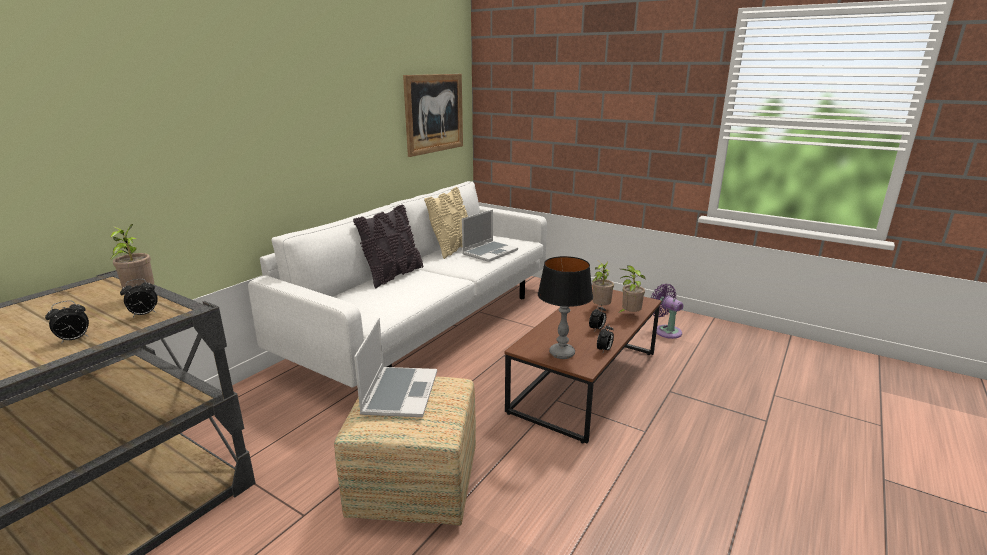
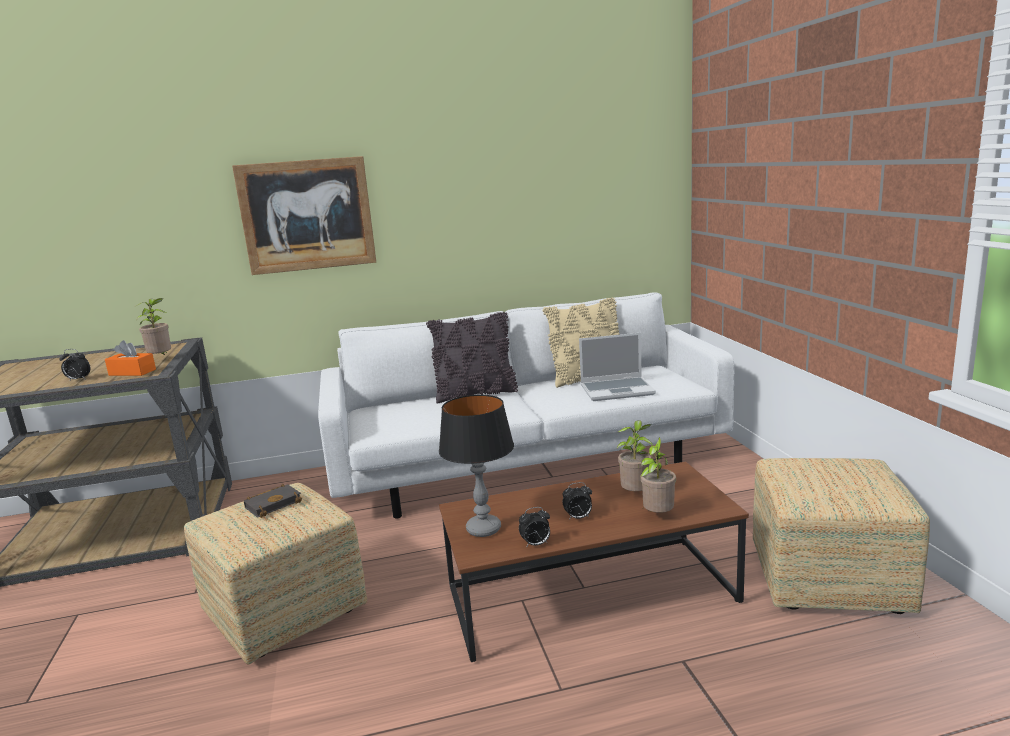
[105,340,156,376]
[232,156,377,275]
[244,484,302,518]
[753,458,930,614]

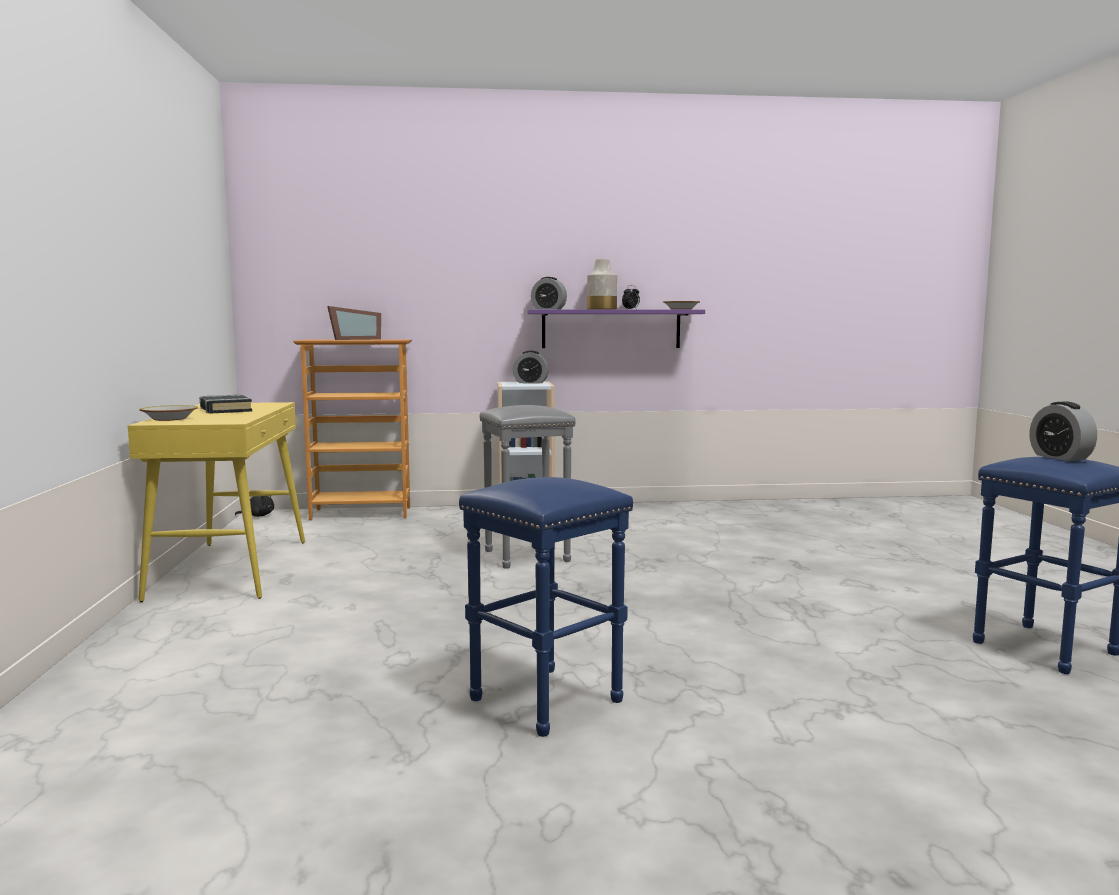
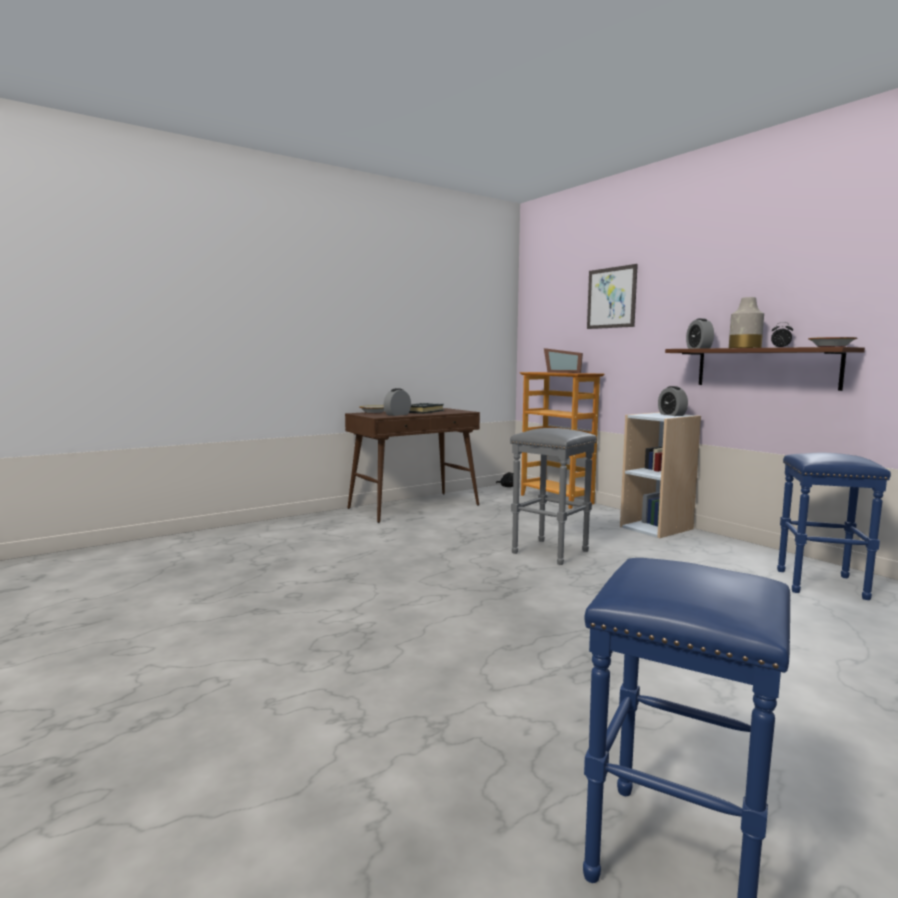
[345,408,480,523]
[384,388,411,416]
[587,264,638,329]
[665,347,865,391]
[777,453,891,600]

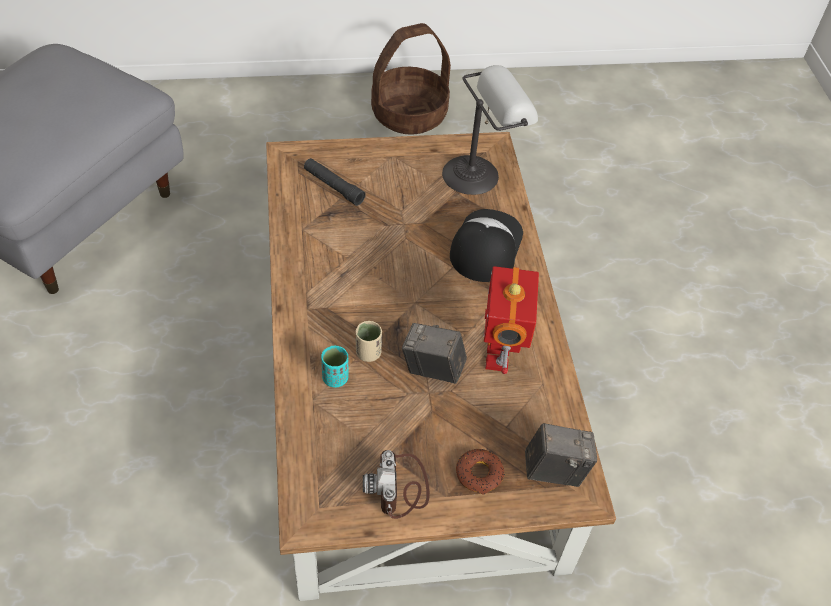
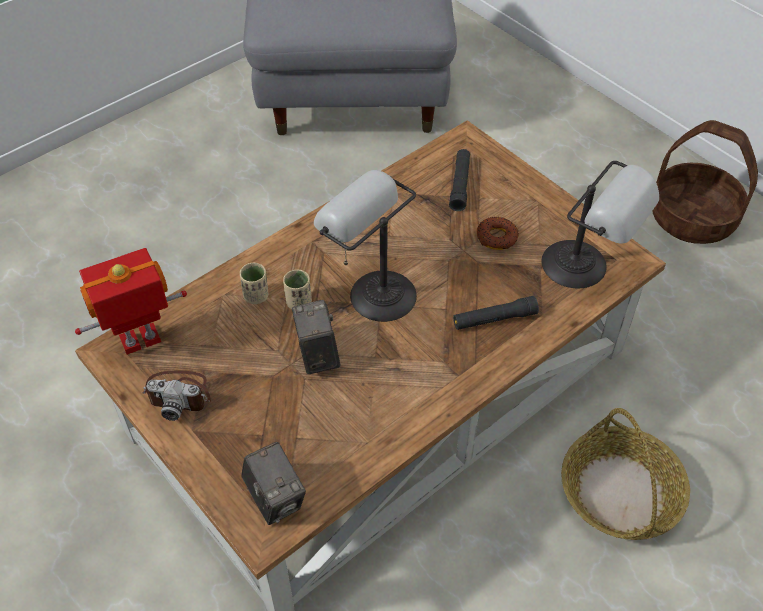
[75,248,187,355]
[142,370,211,421]
[240,263,268,304]
[314,170,417,322]
[453,296,539,330]
[477,217,519,250]
[561,408,690,540]

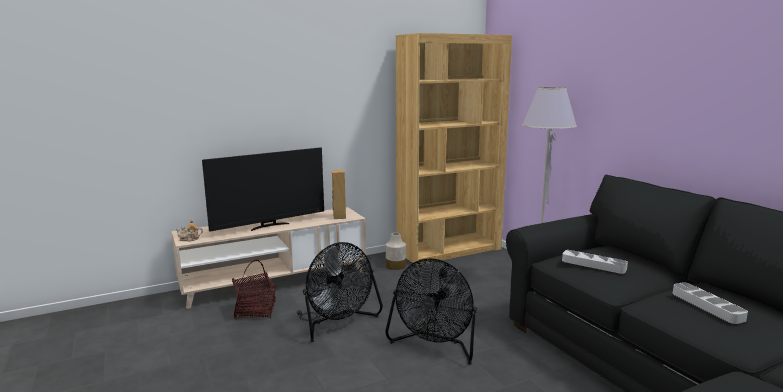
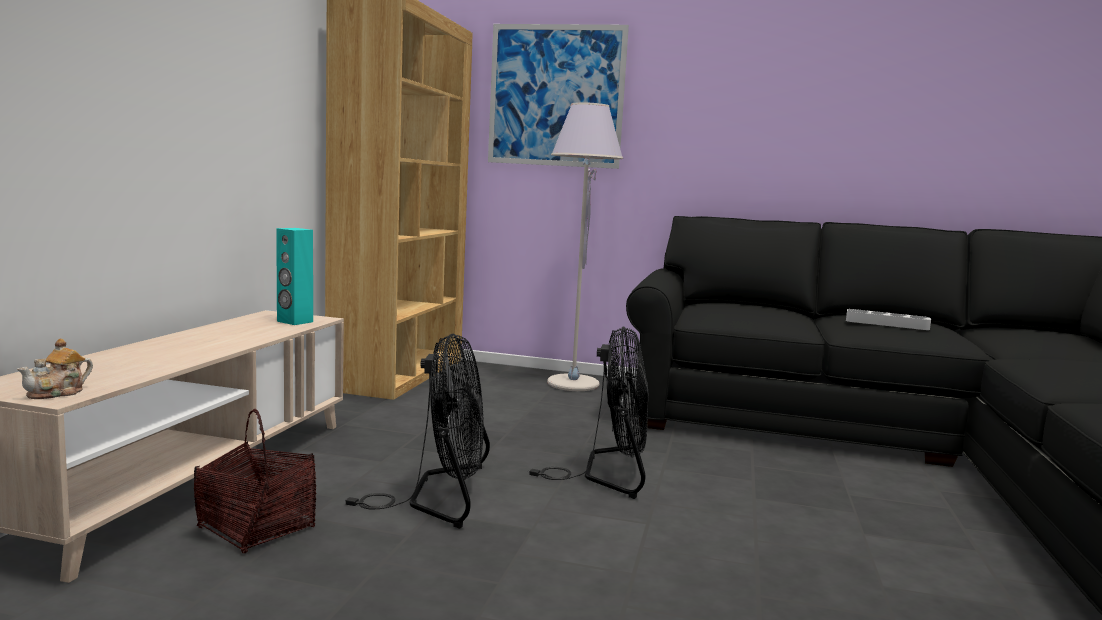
[276,228,313,325]
[488,24,629,169]
[528,326,649,499]
[202,147,324,231] (first image)
[386,233,406,270] (first image)
[562,250,628,274] (first image)

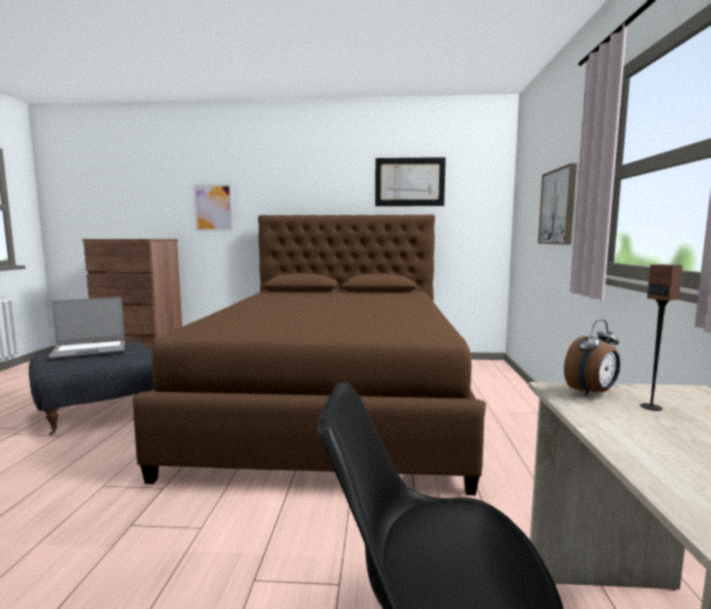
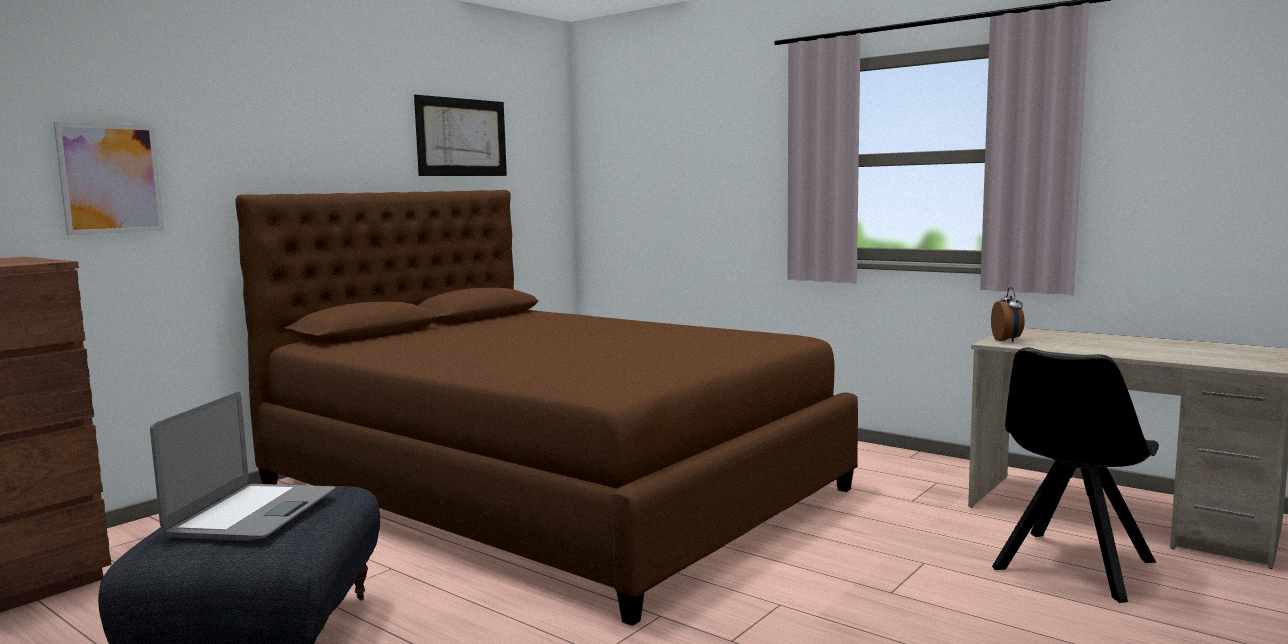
[538,163,577,245] (first image)
[640,264,683,411] (first image)

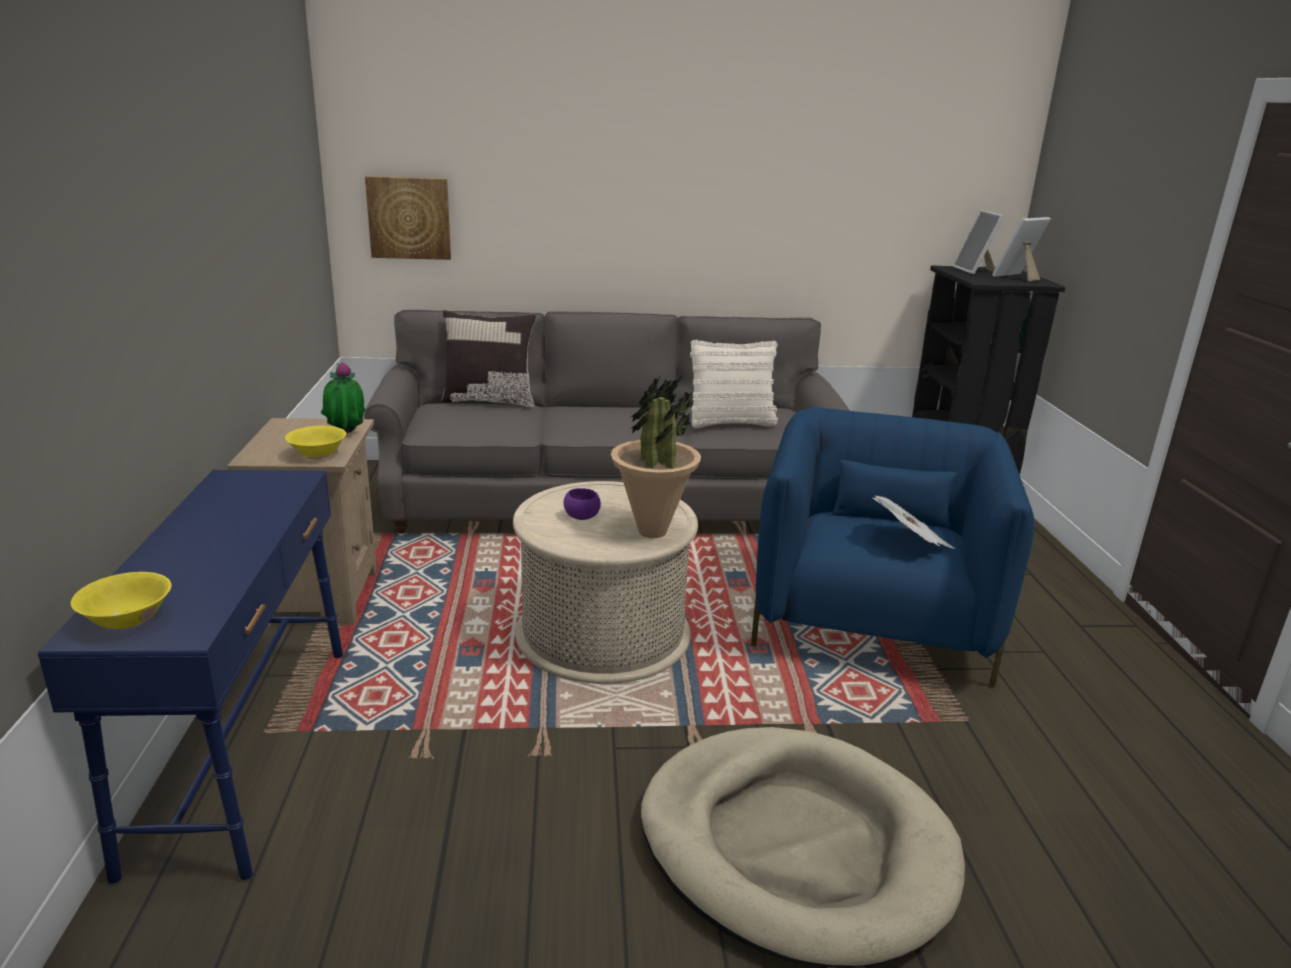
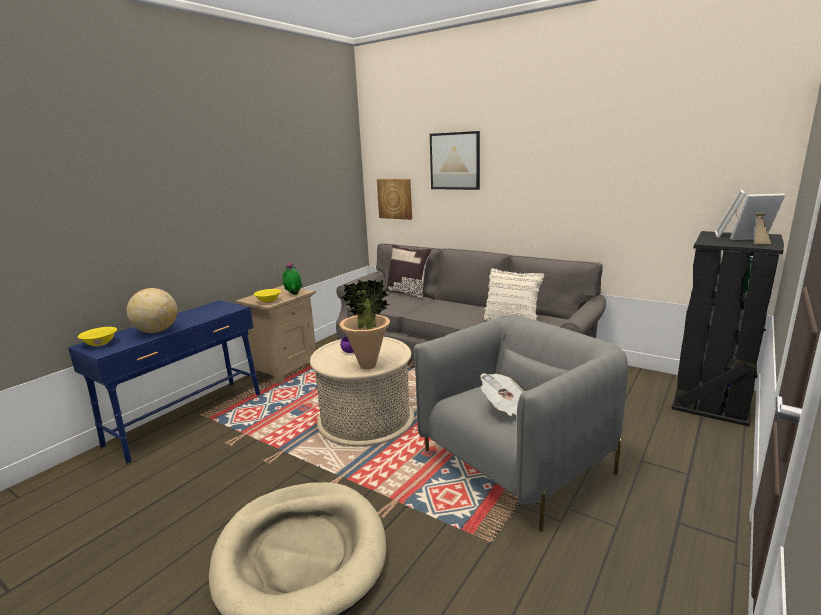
[126,288,177,333]
[414,314,628,532]
[430,131,480,190]

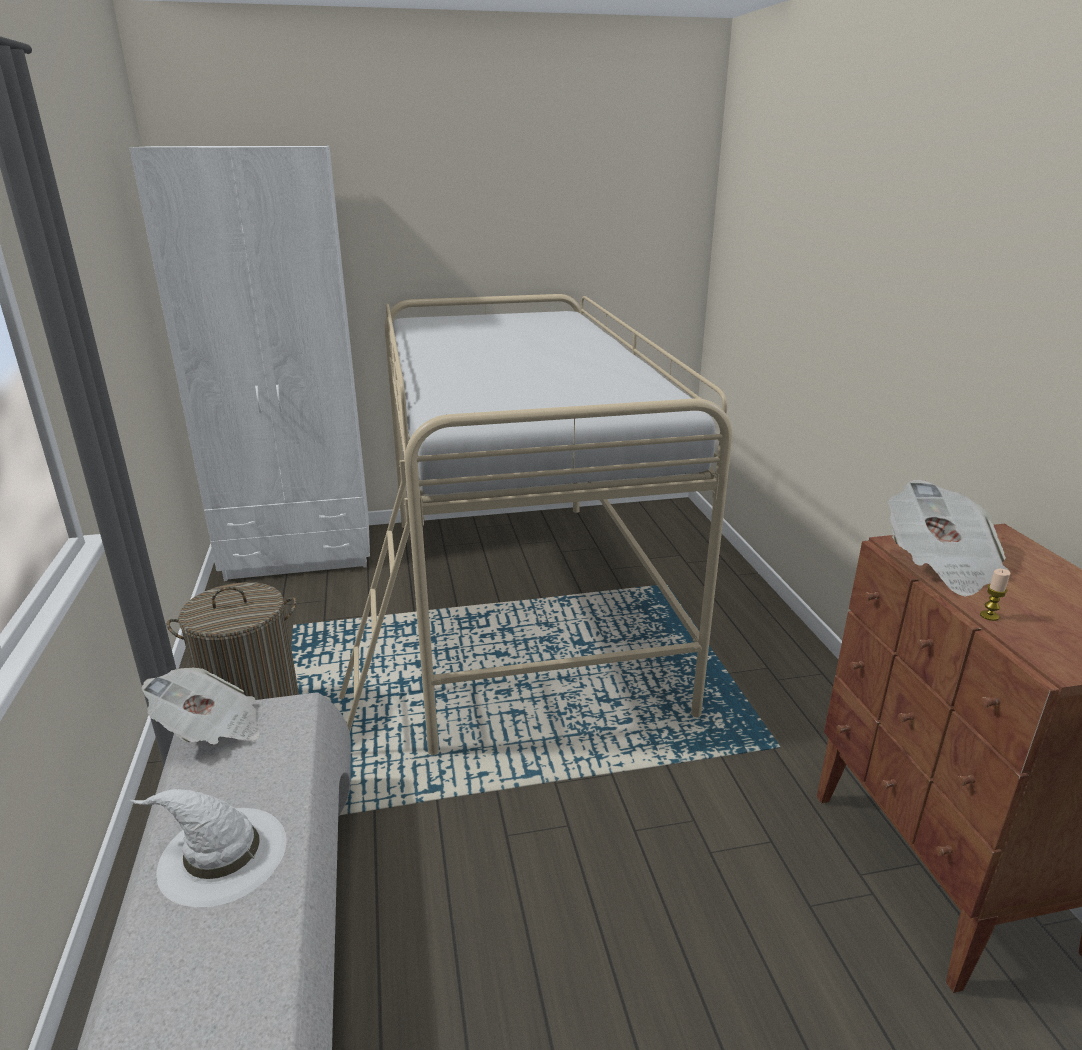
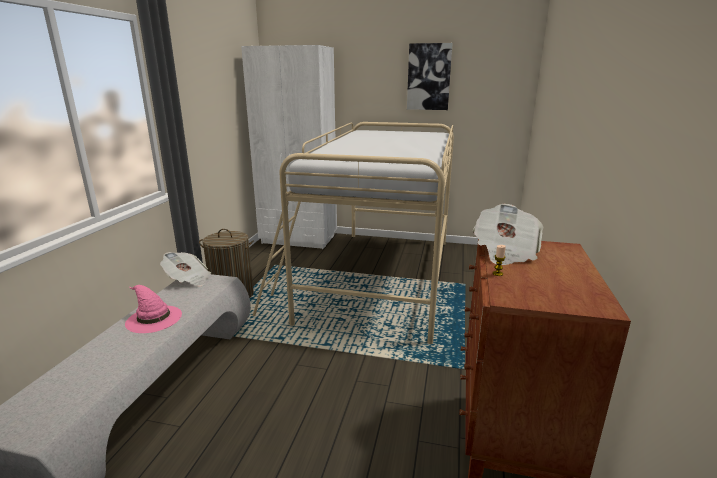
[125,285,182,333]
[407,43,453,110]

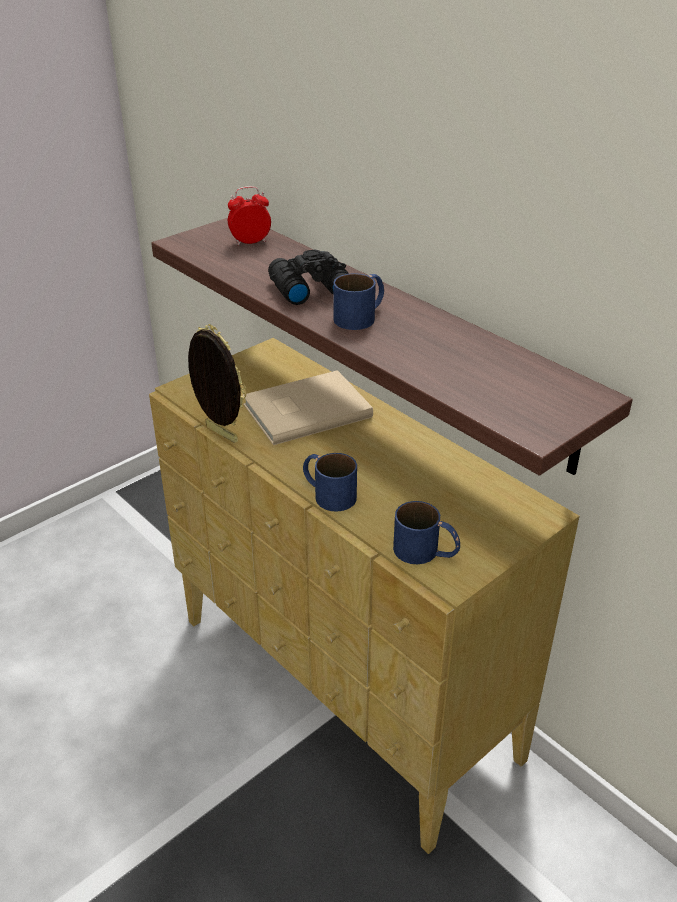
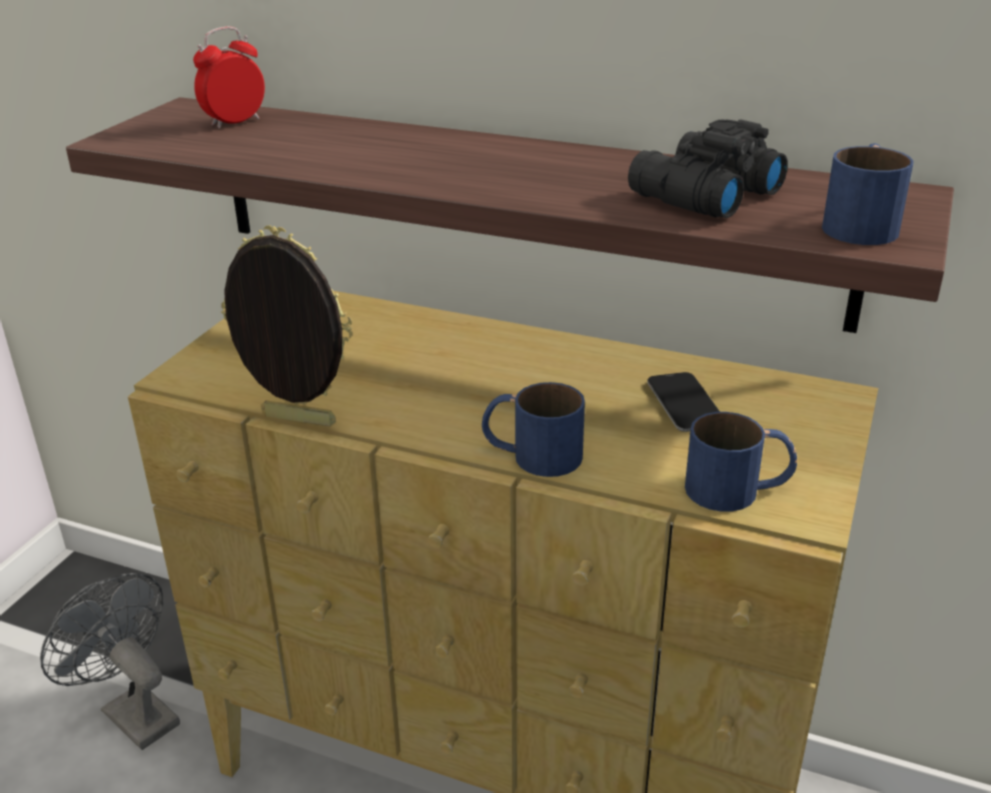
[40,573,180,750]
[628,120,788,218]
[648,372,720,432]
[822,143,914,245]
[243,370,373,445] (first image)

